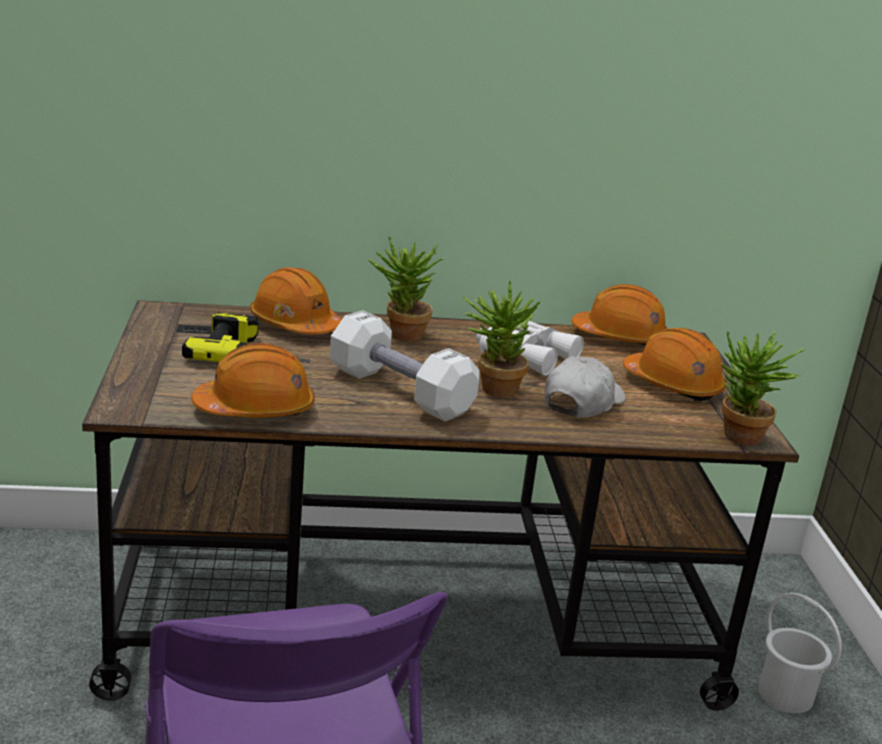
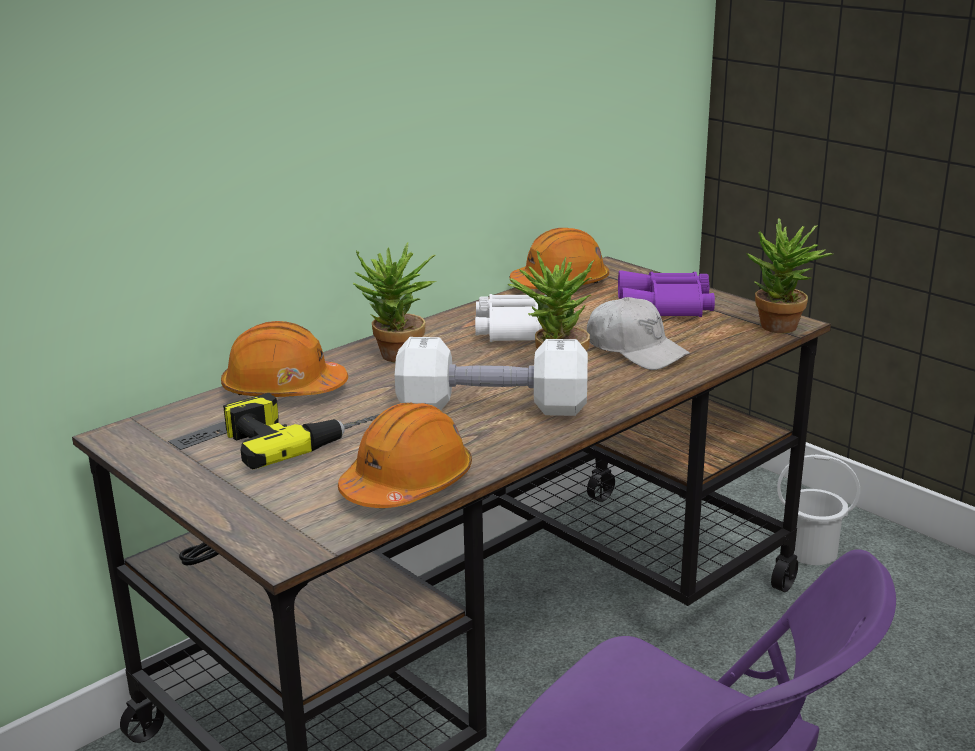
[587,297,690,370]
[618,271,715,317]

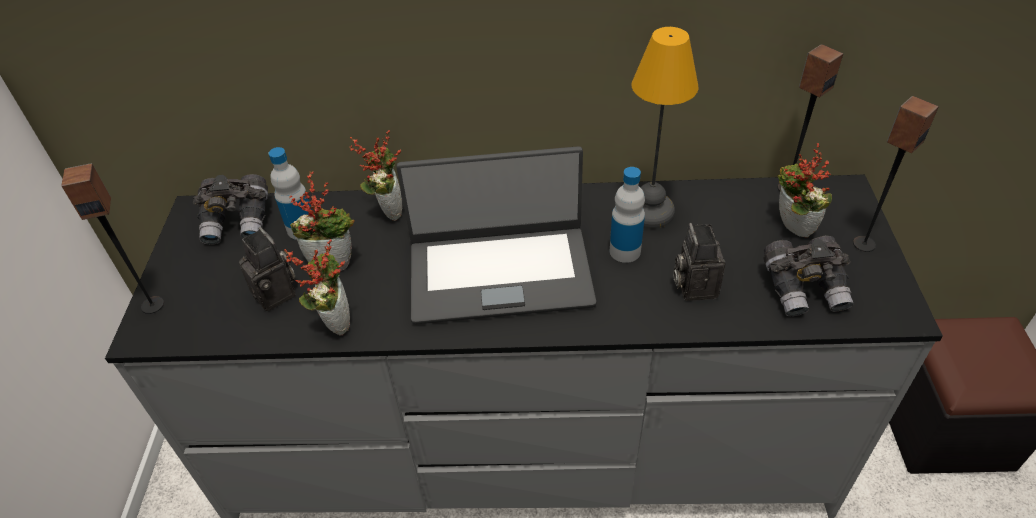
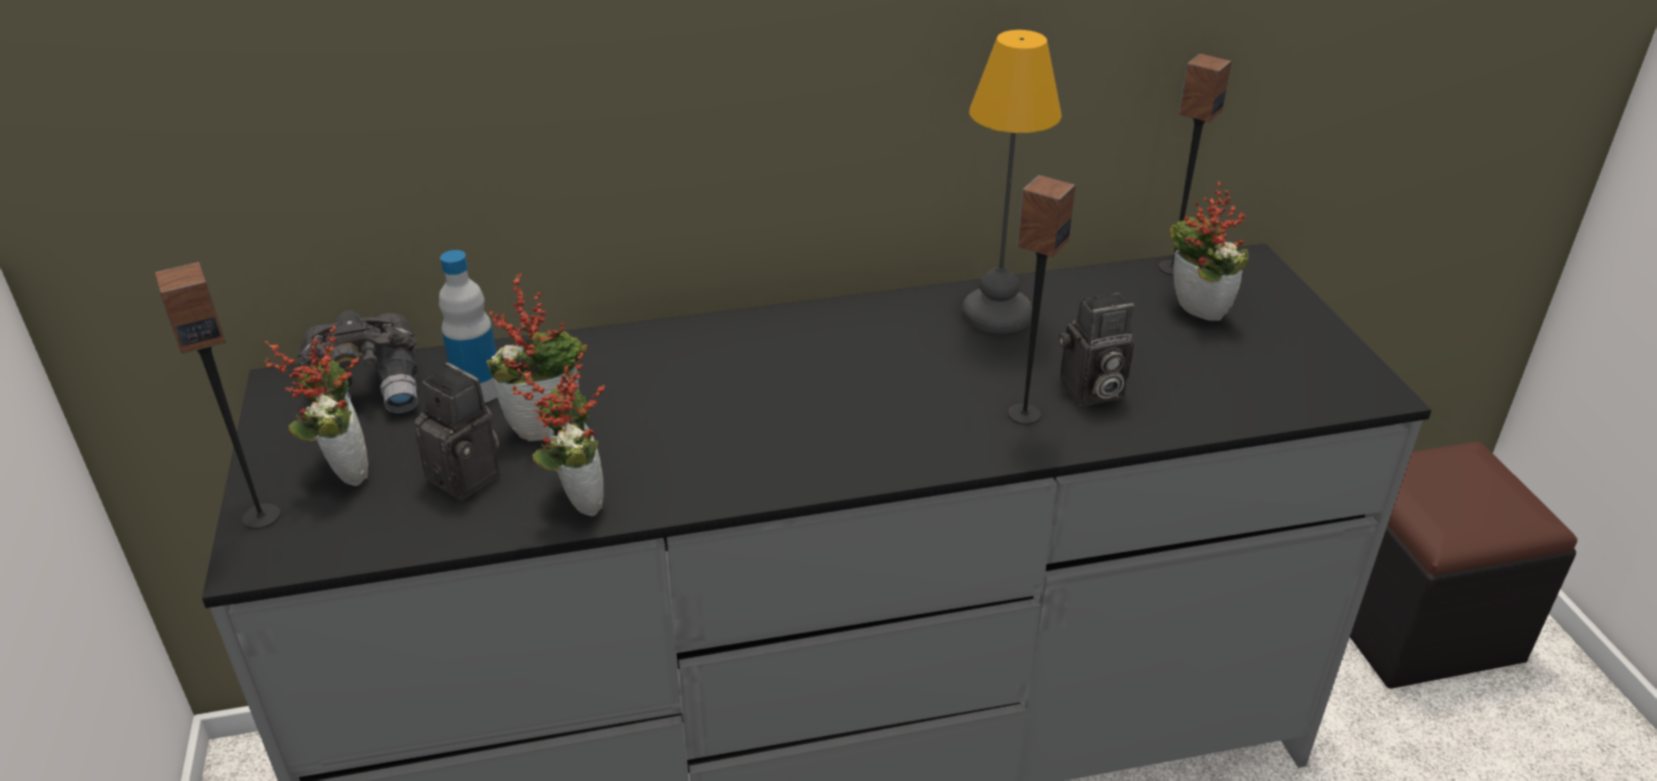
[264,326,368,486]
[1008,175,1075,425]
[1059,293,1135,406]
[397,146,596,325] (first image)
[610,167,645,263] (first image)
[763,235,854,316] (first image)

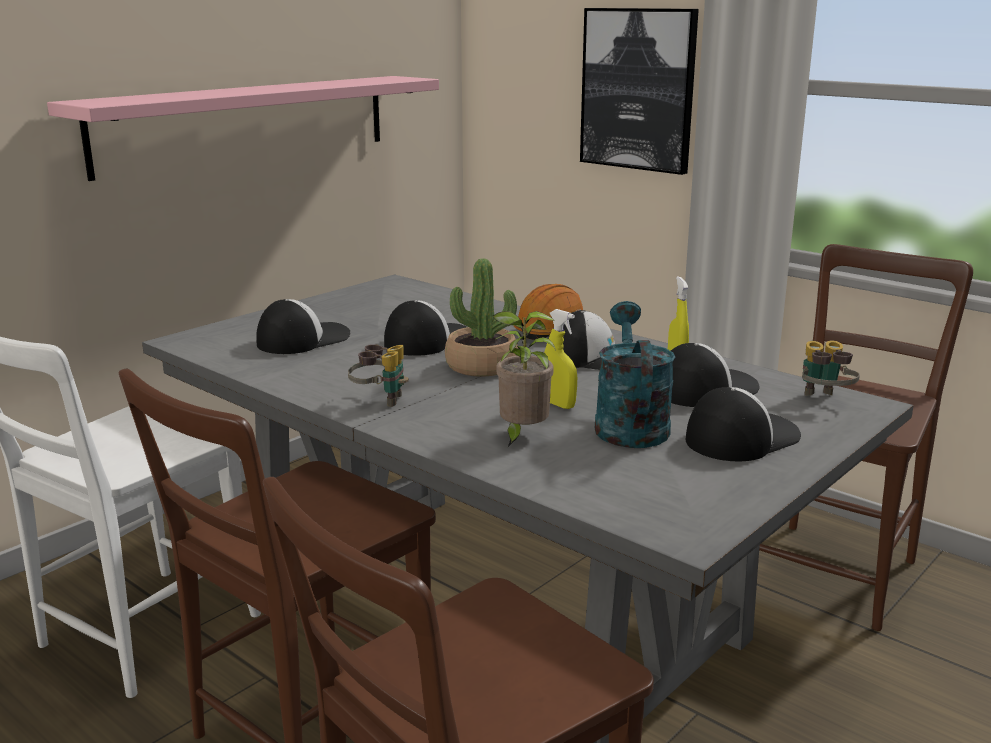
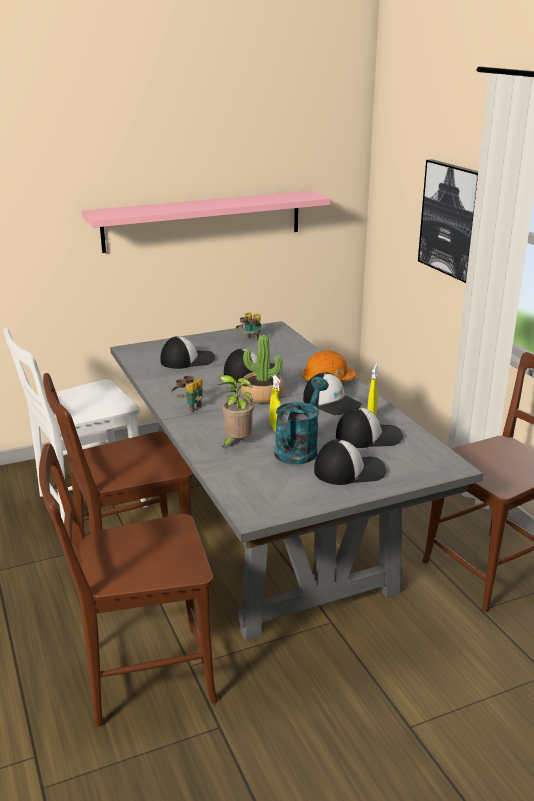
[236,312,261,339]

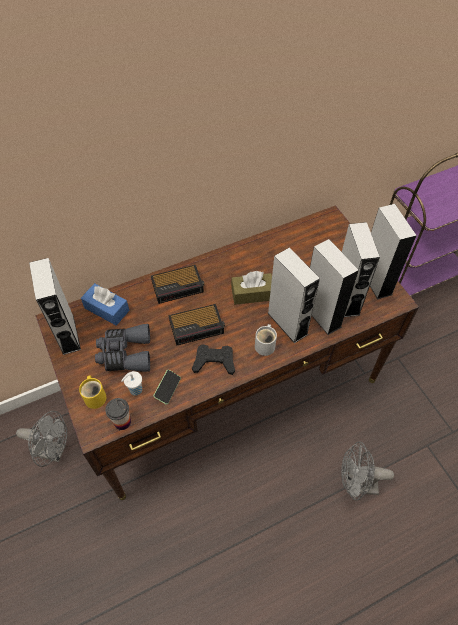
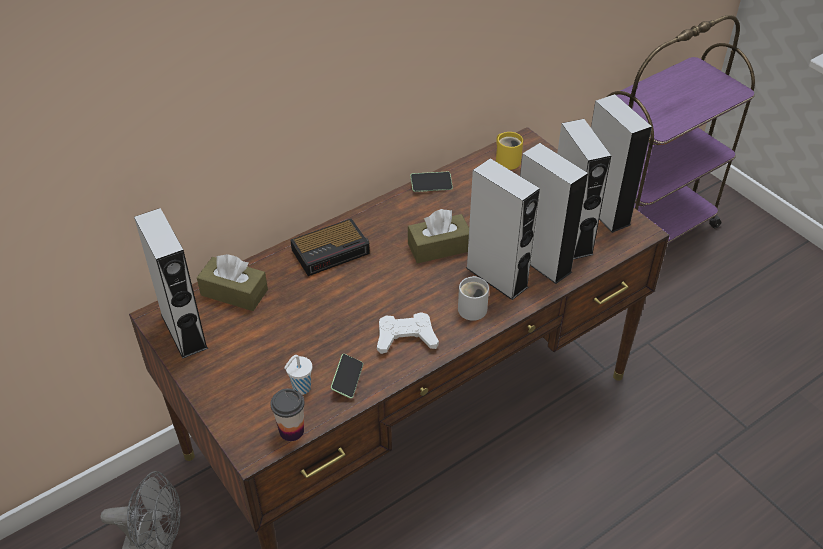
[197,254,268,311]
[377,312,439,354]
[410,172,453,192]
[496,132,523,170]
[95,324,150,372] (first image)
[169,304,225,346] (first image)
[341,441,394,501] (first image)

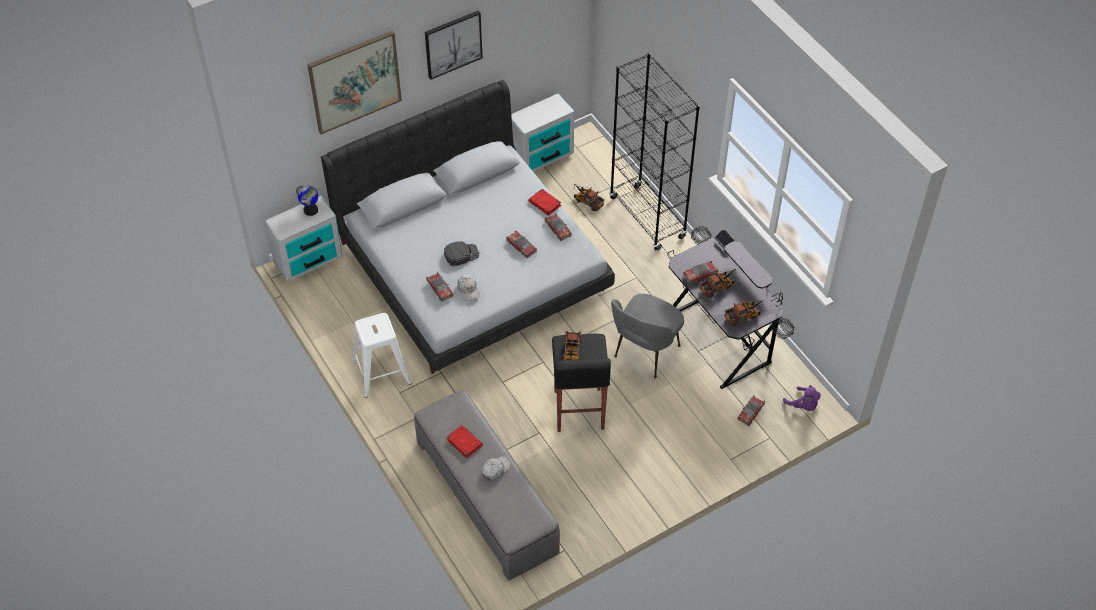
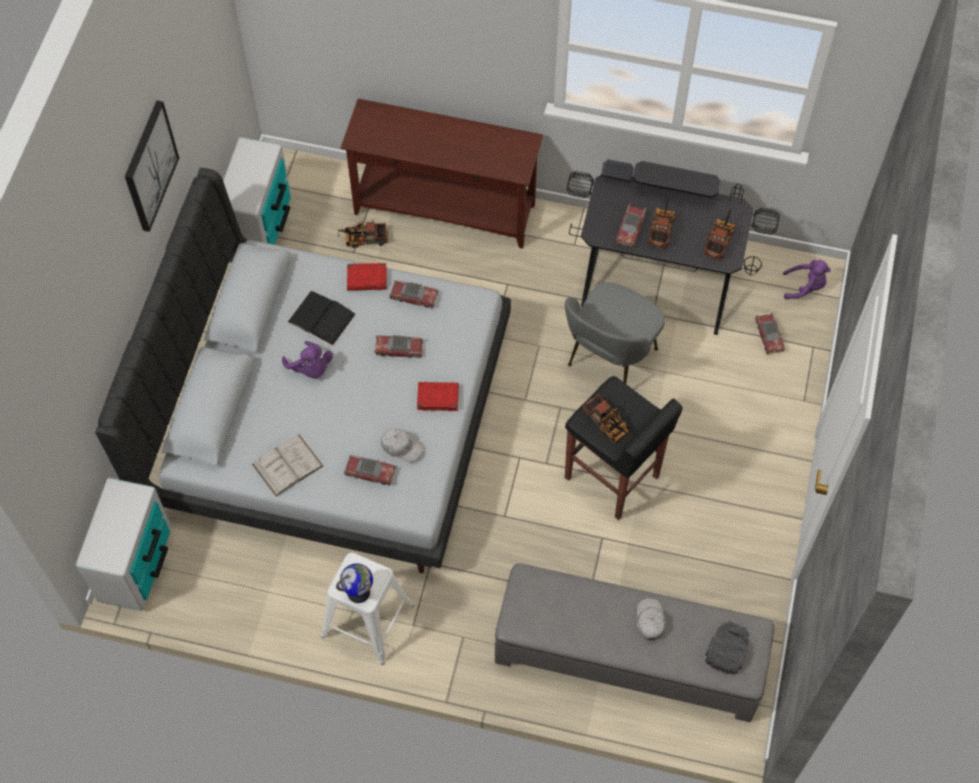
[252,435,323,496]
[282,341,333,378]
[288,291,356,345]
[336,563,373,603]
[341,99,543,249]
[417,382,459,411]
[565,282,665,384]
[705,621,750,675]
[307,31,402,134] (first image)

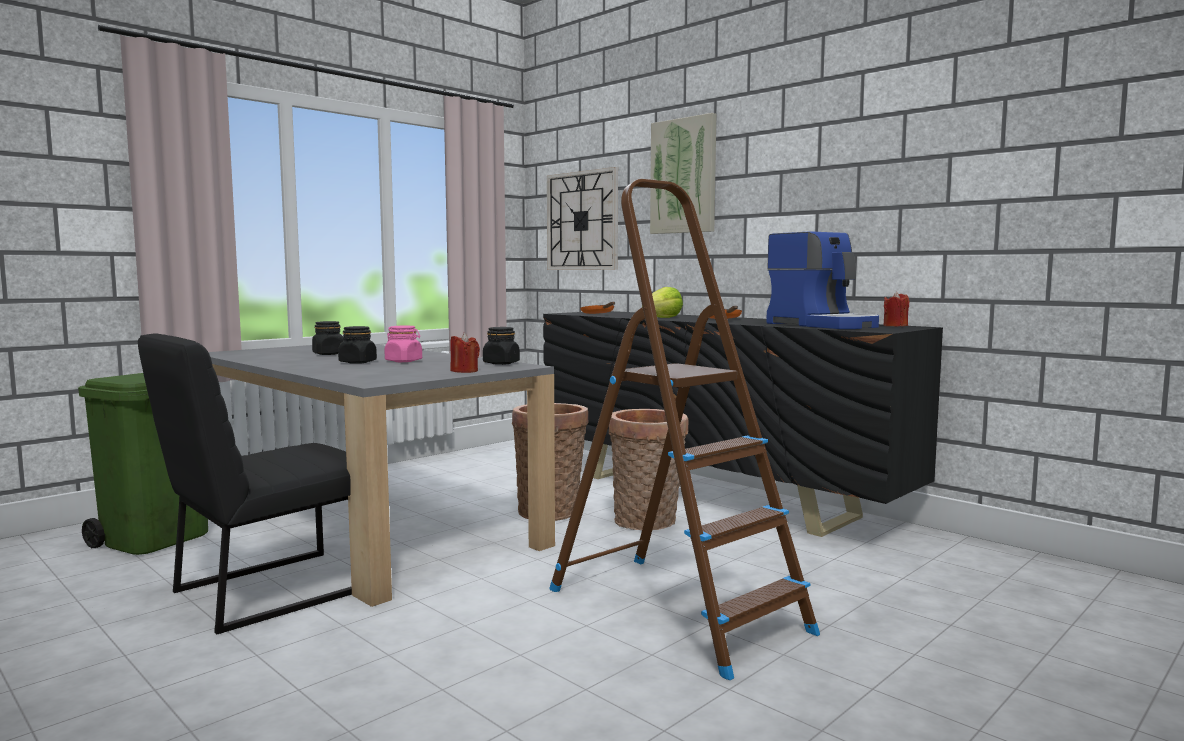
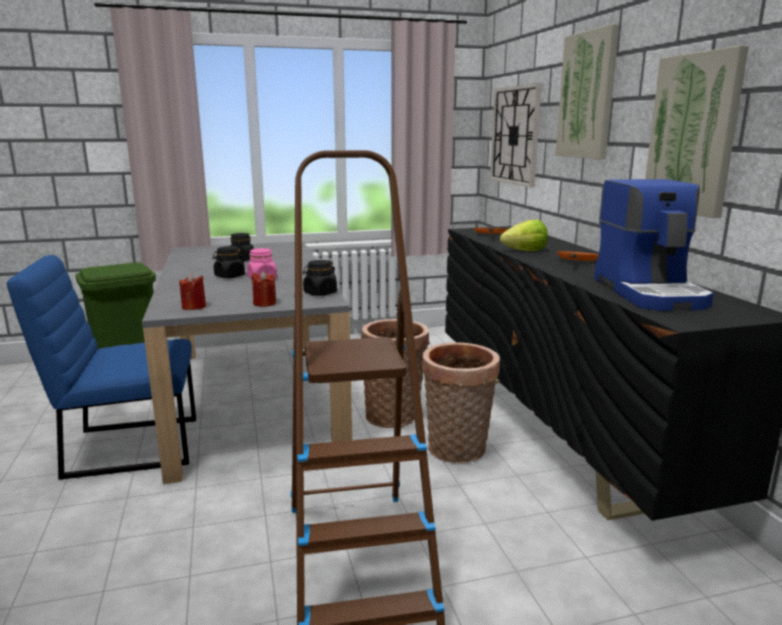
[7,255,196,480]
[179,273,206,310]
[645,46,749,218]

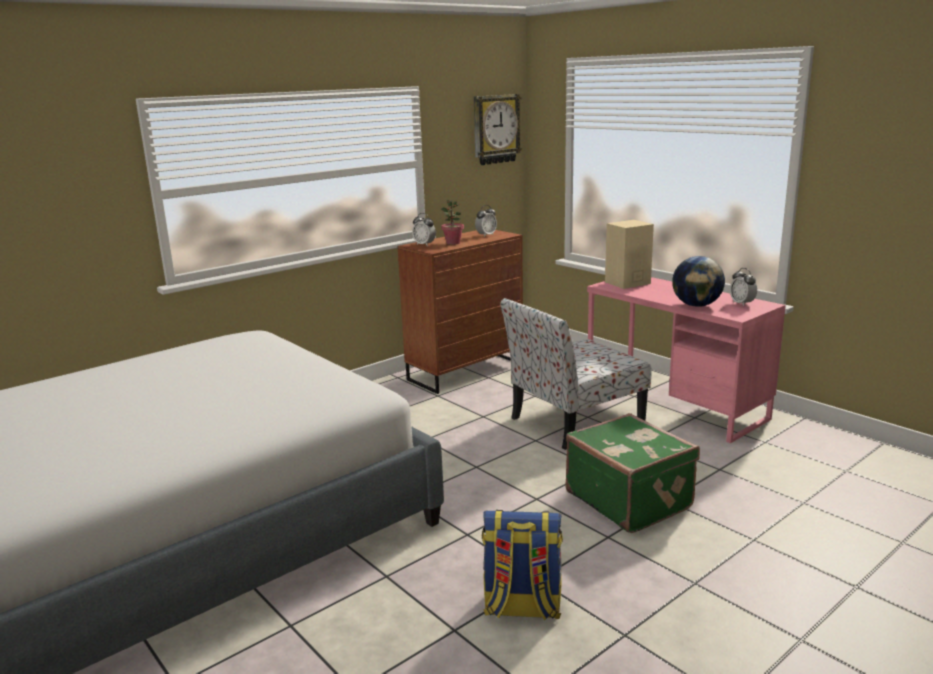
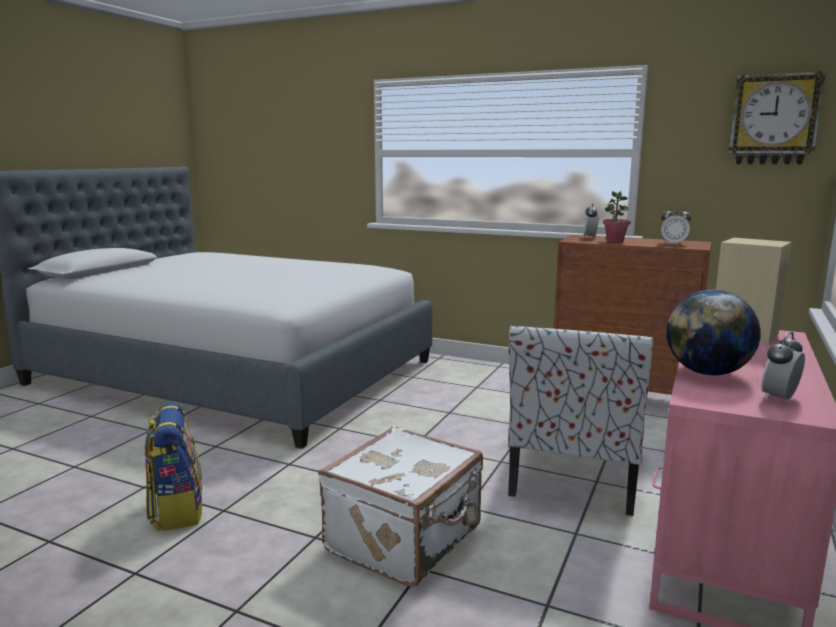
[318,426,483,587]
[508,325,653,516]

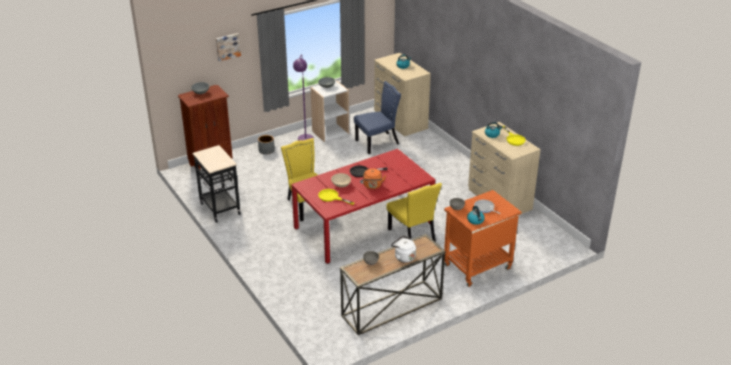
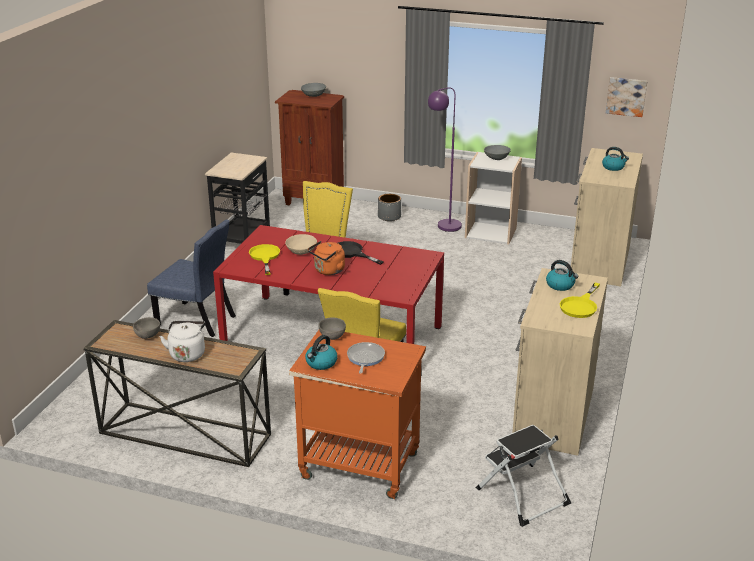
[147,219,236,337]
[476,425,571,527]
[606,77,647,117]

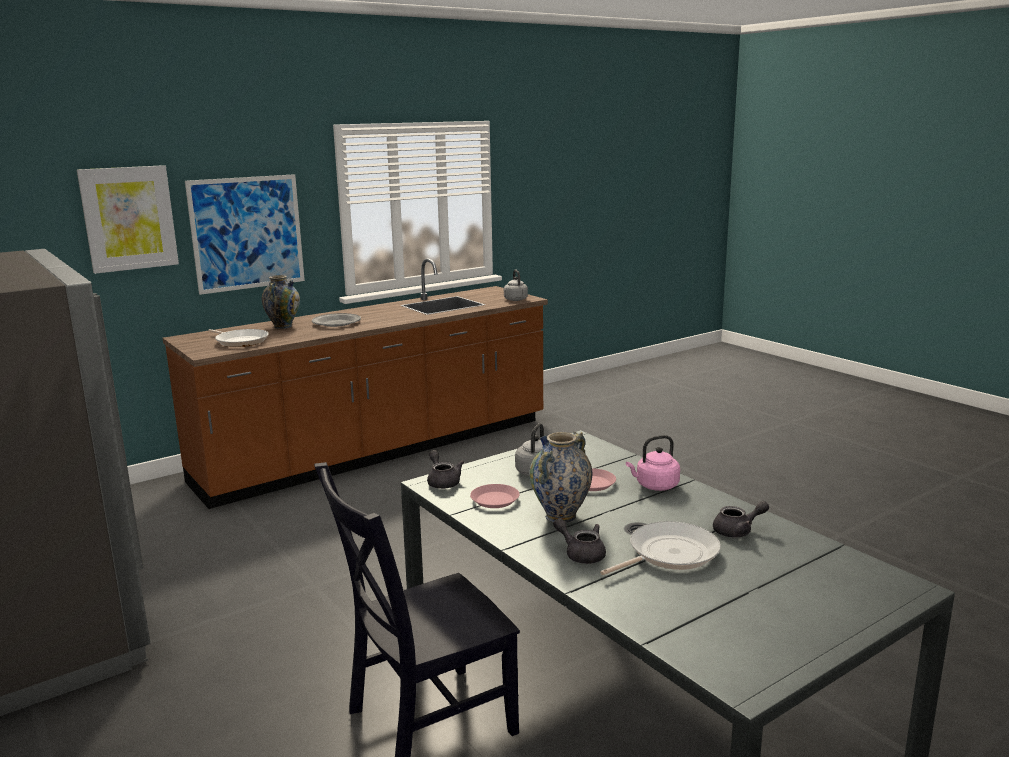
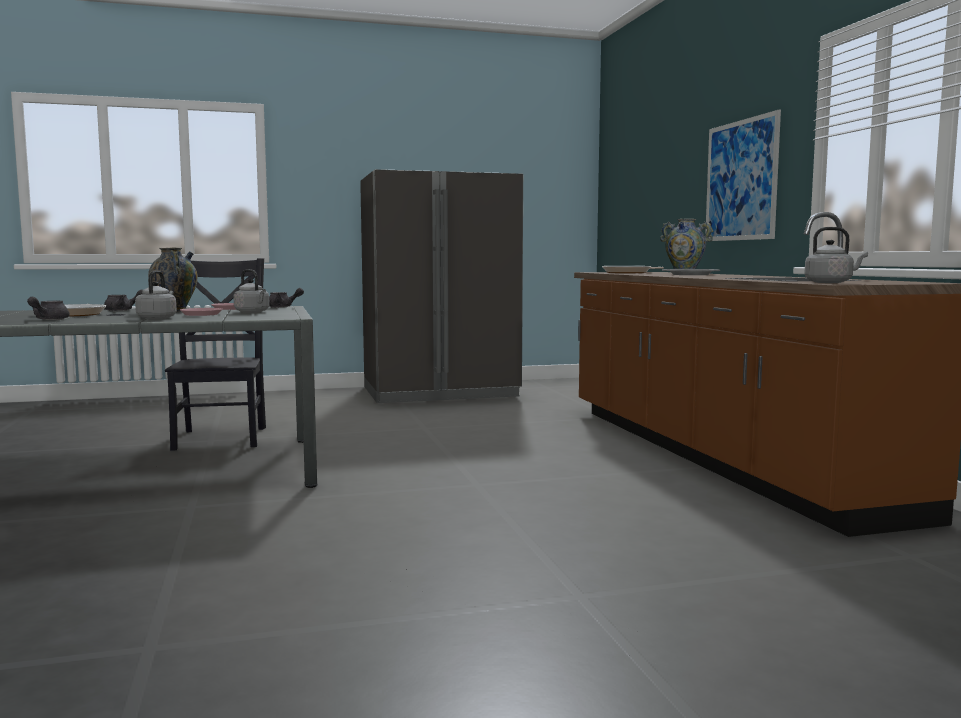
[135,271,177,319]
[77,165,179,274] (first image)

